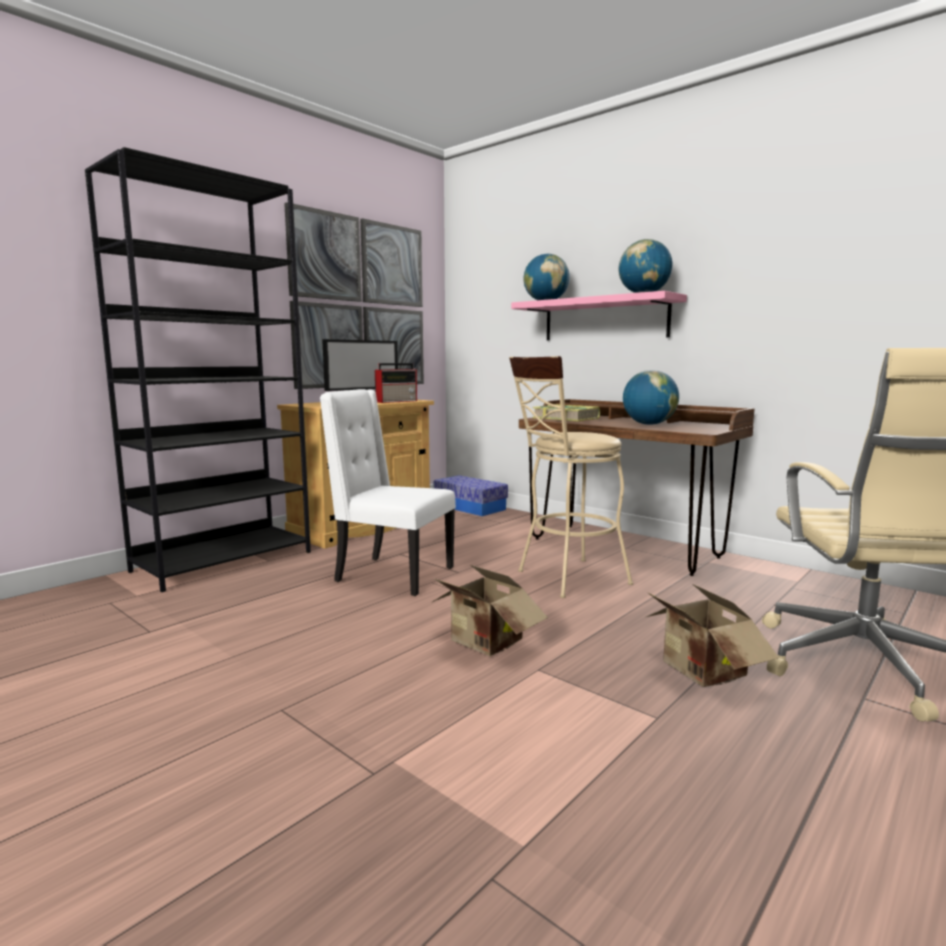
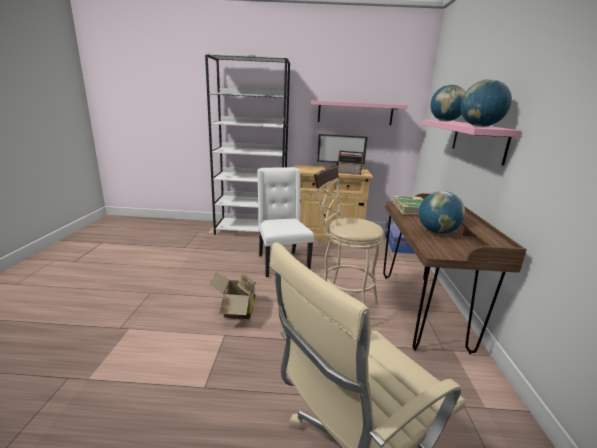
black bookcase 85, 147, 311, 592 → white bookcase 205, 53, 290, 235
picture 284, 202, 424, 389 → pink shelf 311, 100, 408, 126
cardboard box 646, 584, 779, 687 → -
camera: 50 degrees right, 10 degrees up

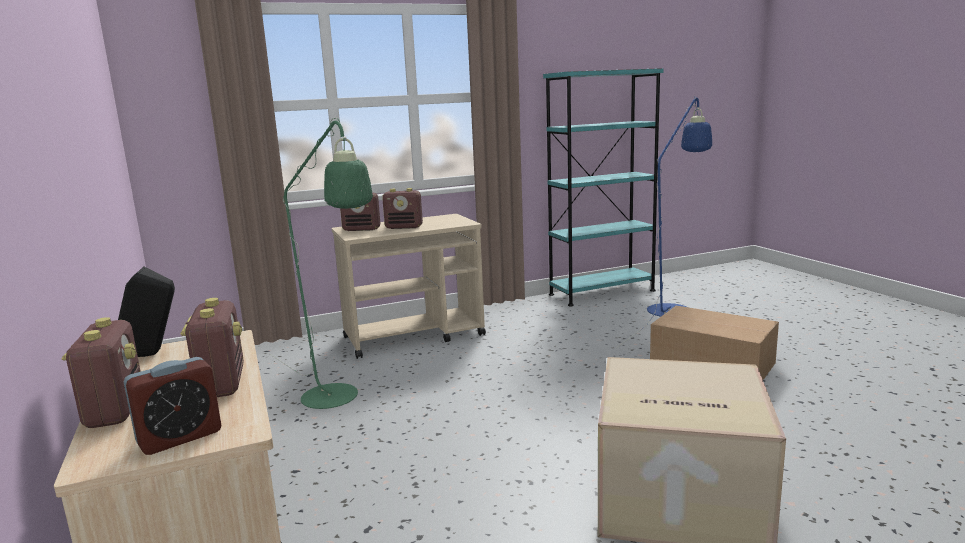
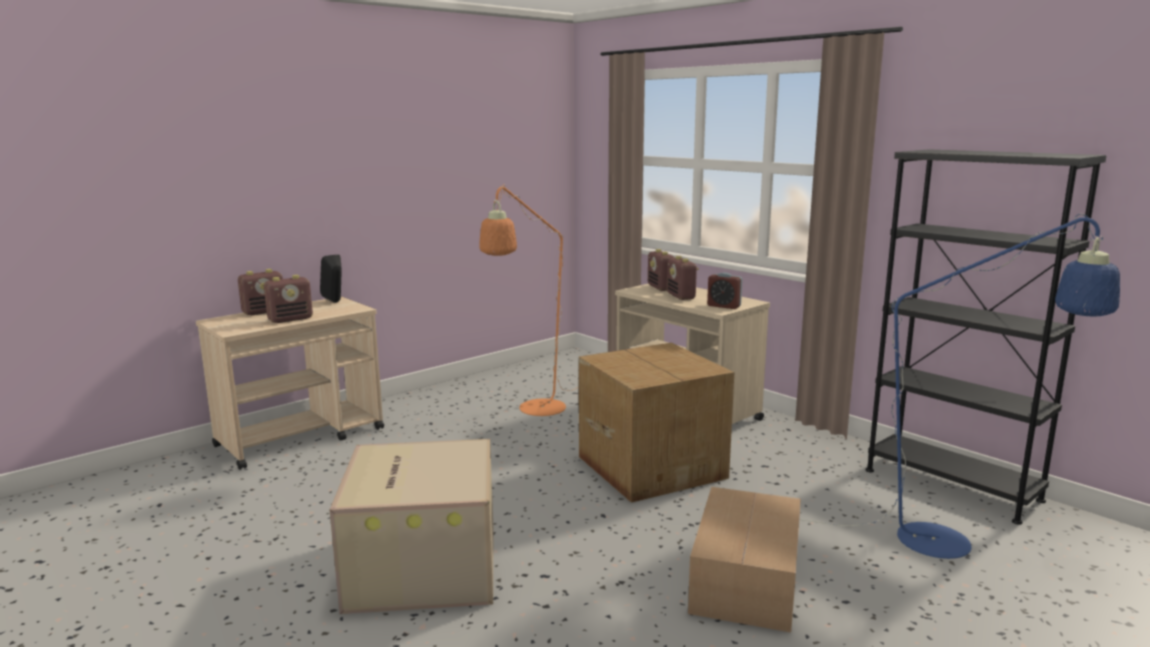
alarm clock 124, 357, 221, 455 → alarm clock 707, 273, 742, 309, relocated
green floor lamp 269, 118, 373, 409 → orange floor lamp 479, 184, 578, 416
turquoise bookcase 543, 68, 663, 306 → black bookcase 865, 149, 1107, 525
- → cardboard box 579, 343, 734, 503
camera: 70 degrees right, 0 degrees up

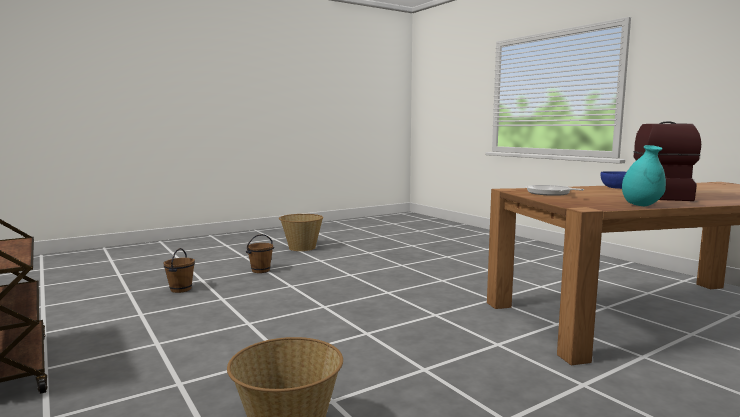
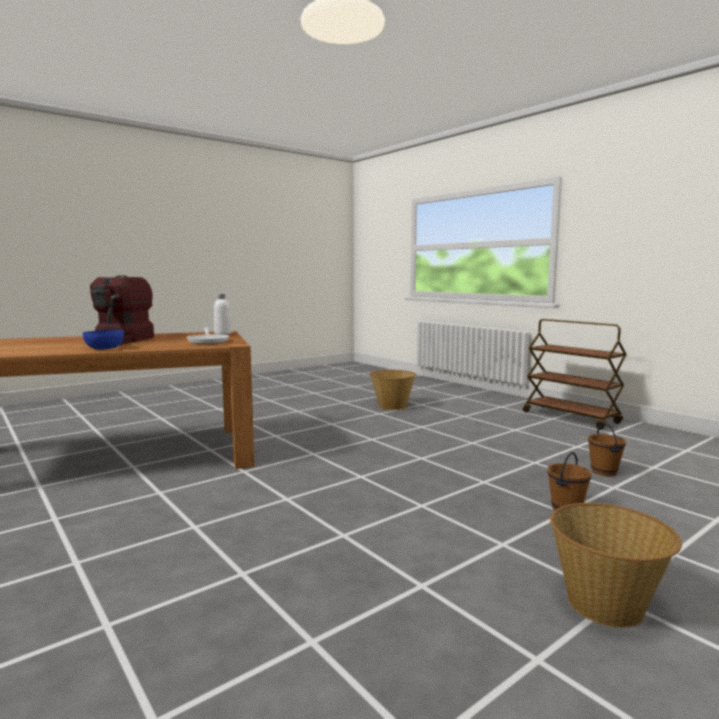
turquoise vase 622, 145, 666, 206 → -
- → white bottle 214, 294, 232, 335
camera: 175 degrees right, 0 degrees up

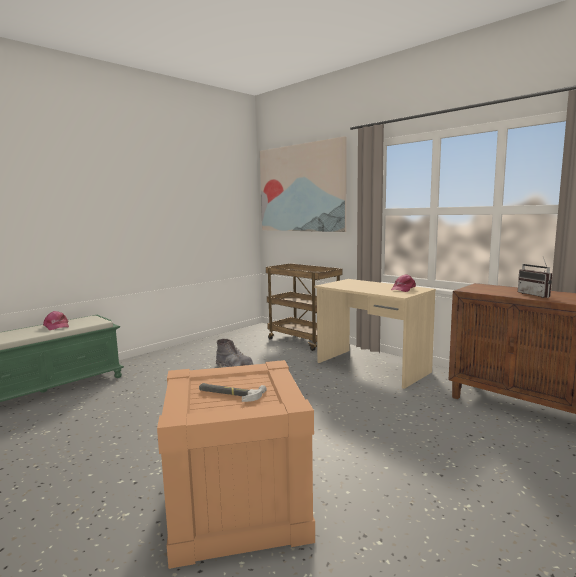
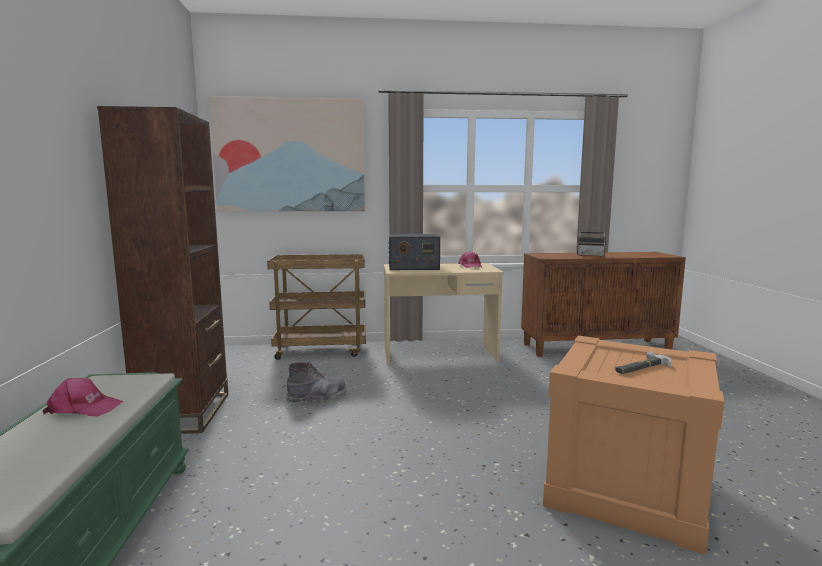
- → brown bookcase 97, 106, 228, 434
- → radio 388, 234, 440, 270
camera: 50 degrees left, 0 degrees up

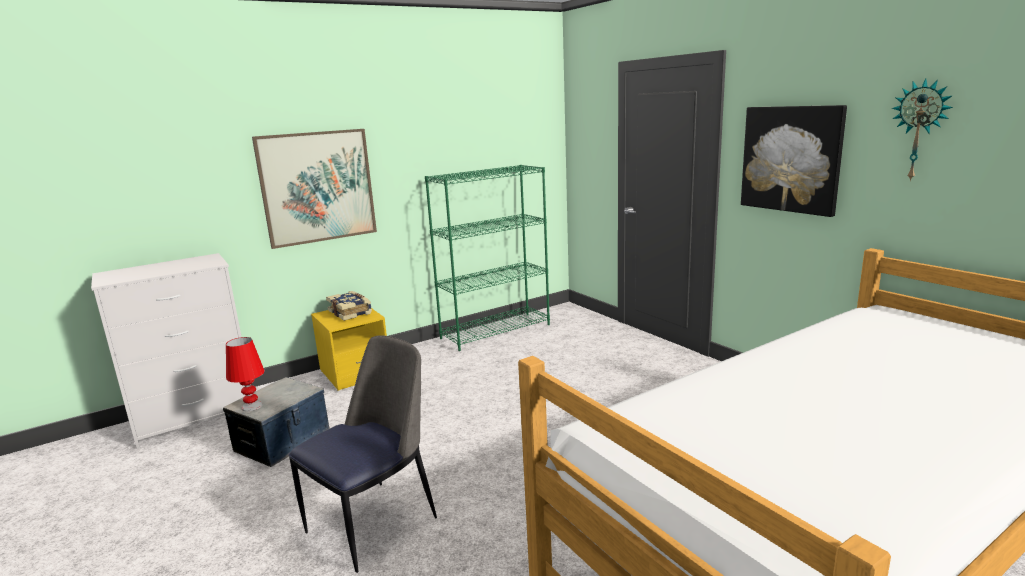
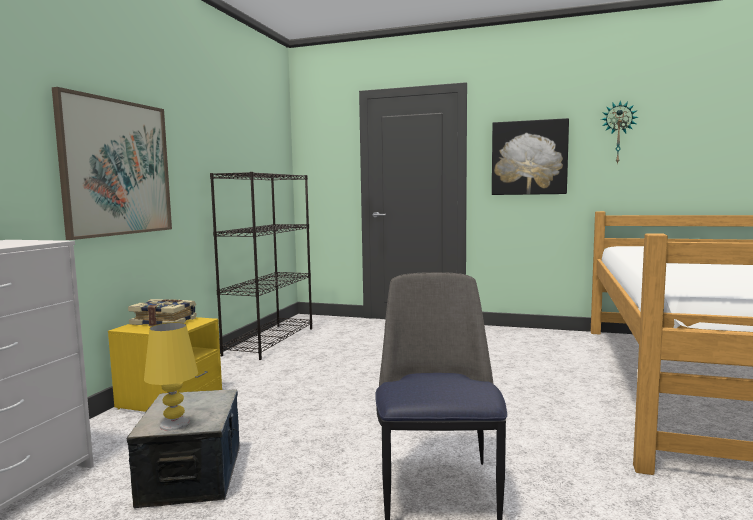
red table lamp 226, 337, 265, 411 → yellow table lamp 144, 322, 198, 431
green bookcase 425, 165, 550, 351 → black bookcase 210, 172, 312, 360
camera: 40 degrees left, 10 degrees down

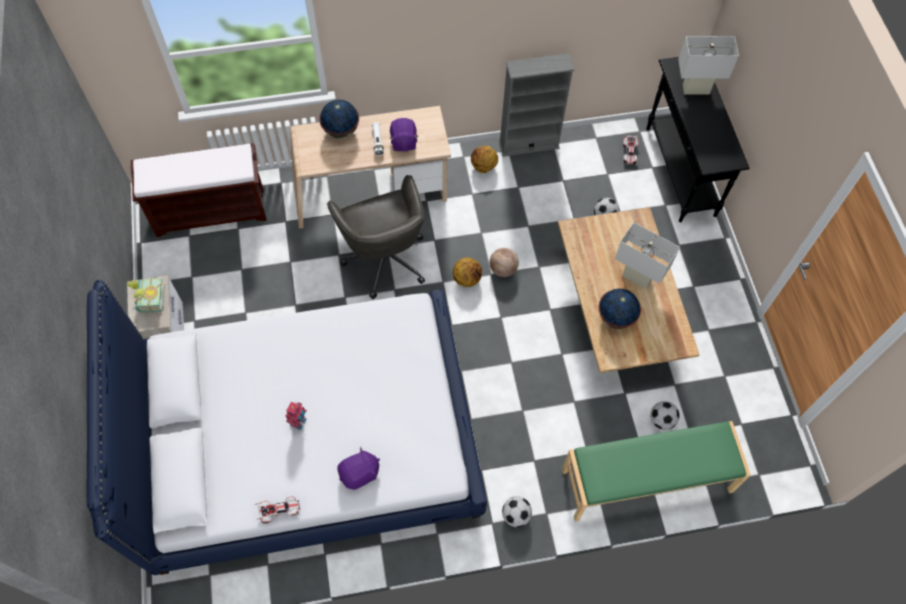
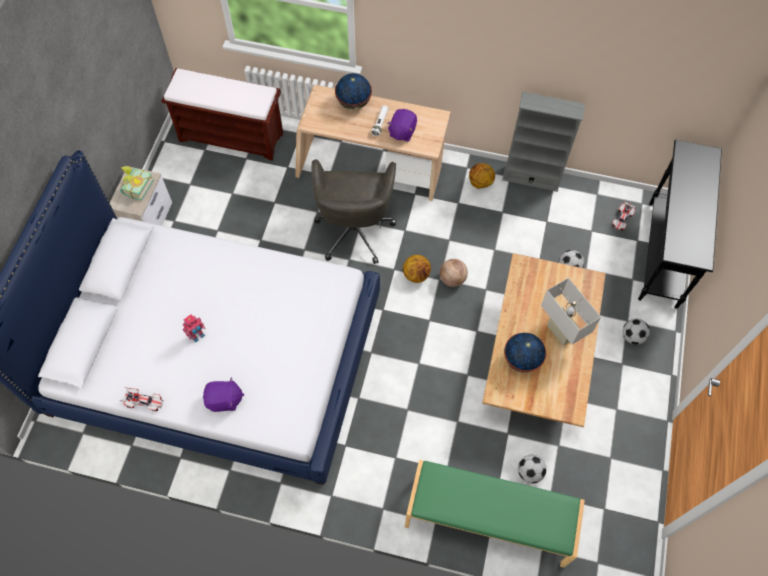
football 502, 496, 532, 527 → football 622, 319, 650, 345, relocated
white table lamp 678, 36, 739, 95 → -
camera: 25 degrees right, 0 degrees up

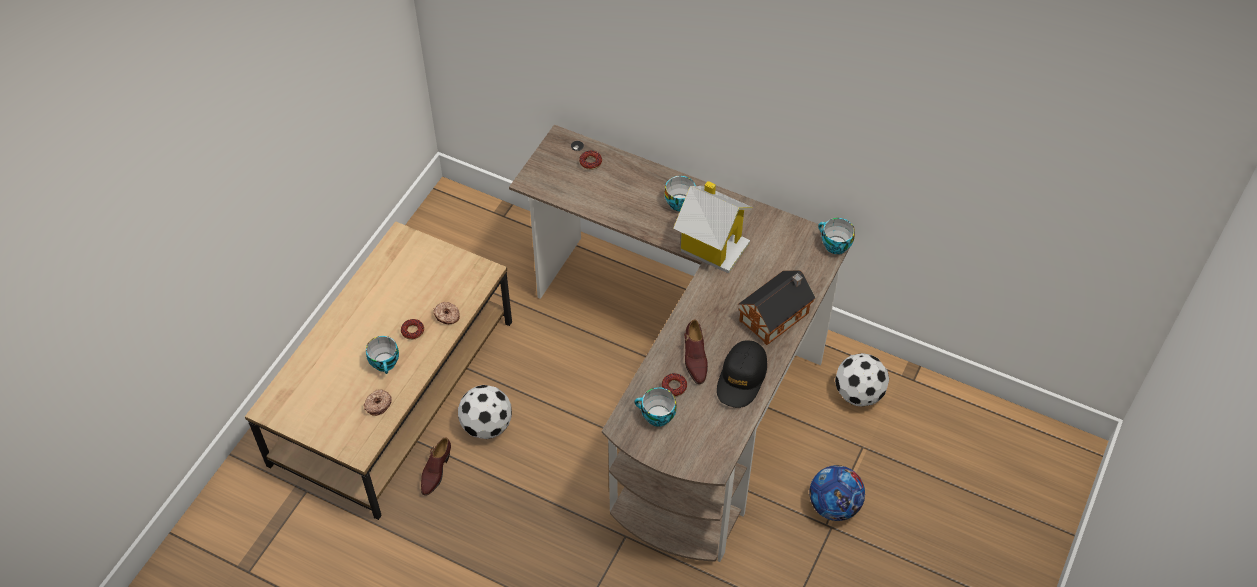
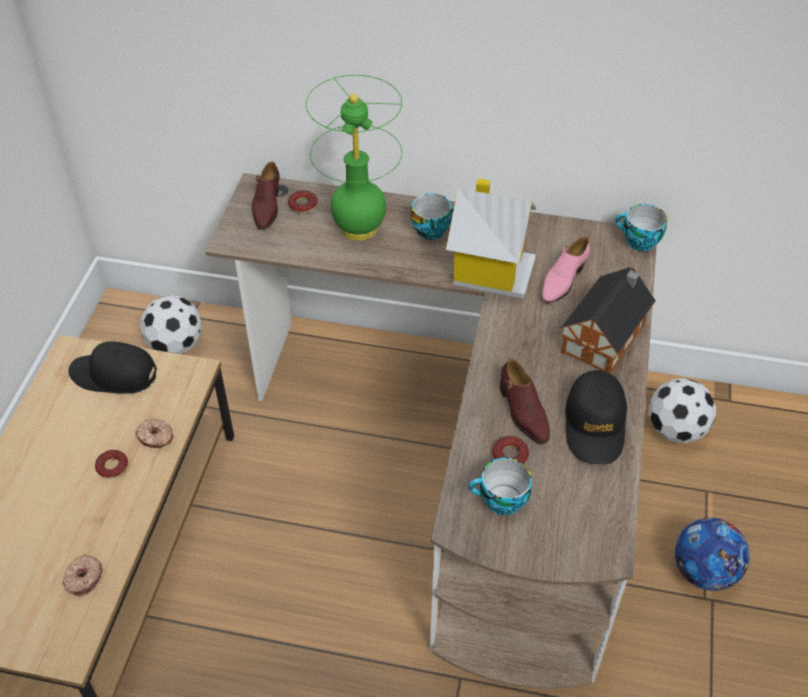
cup 366, 336, 399, 374 → -
brown shoe 421, 437, 451, 495 → brown shoe 252, 161, 280, 229, relocated
football 458, 385, 512, 439 → football 140, 295, 202, 354, relocated
- → black cap 68, 341, 157, 394
- → green table lamp 306, 75, 402, 241
- → pink shoe 541, 237, 590, 303
camera: 15 degrees left, 5 degrees down

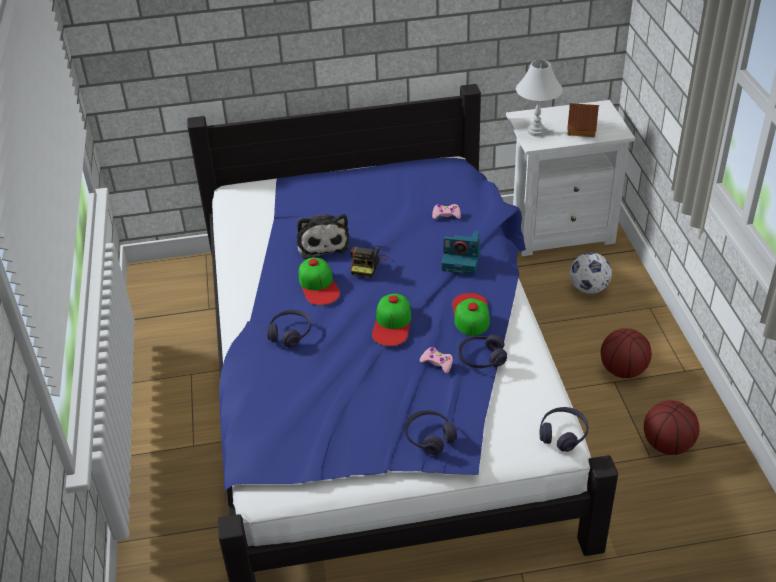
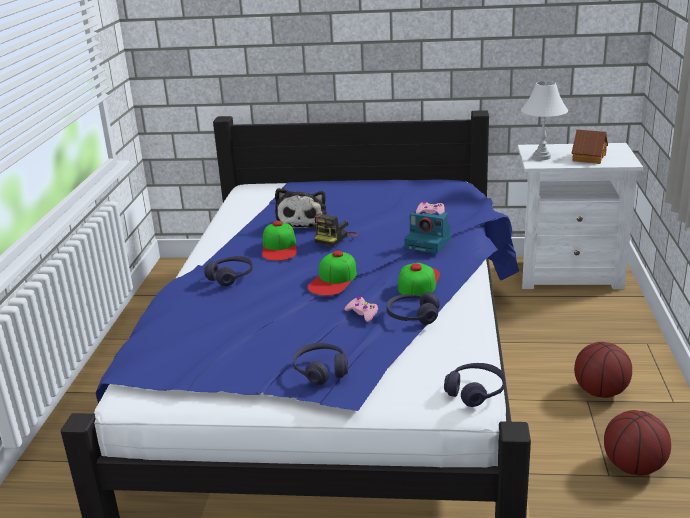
football 570, 252, 612, 294 → -
camera: 15 degrees right, 15 degrees down

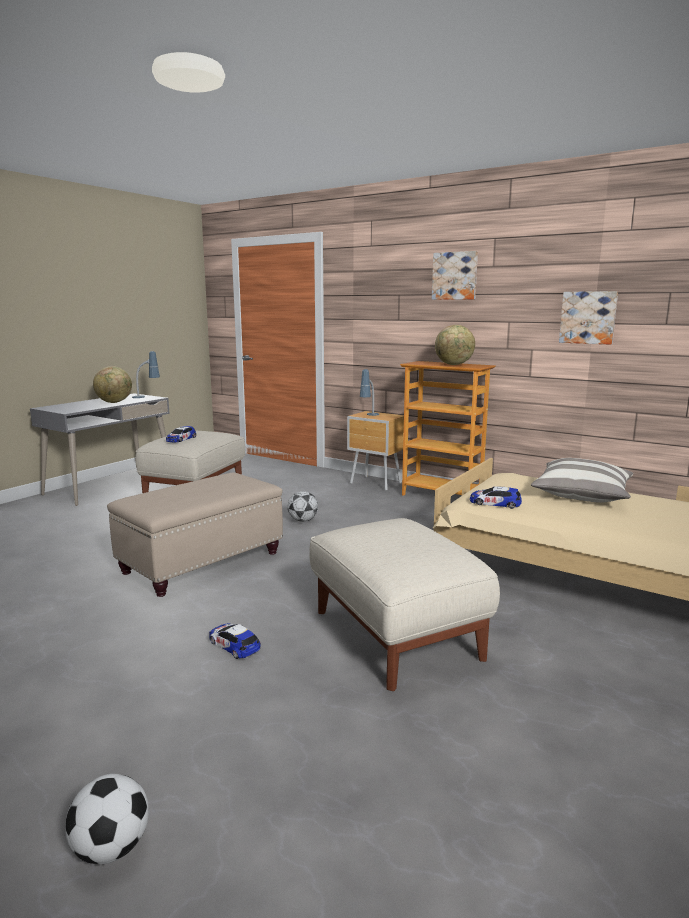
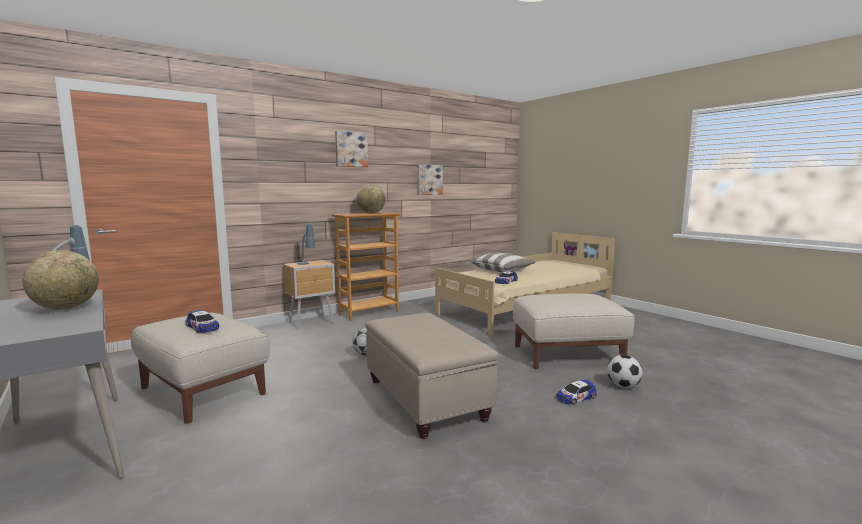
football 65, 774, 149, 864 → football 607, 355, 643, 388, relocated
camera: 70 degrees left, 5 degrees down

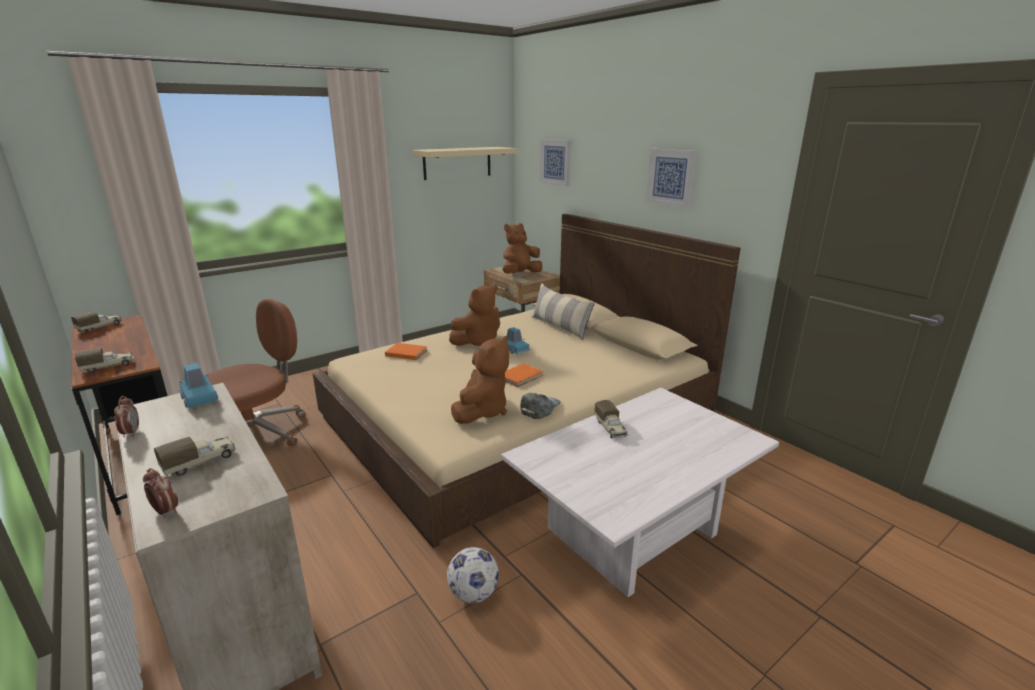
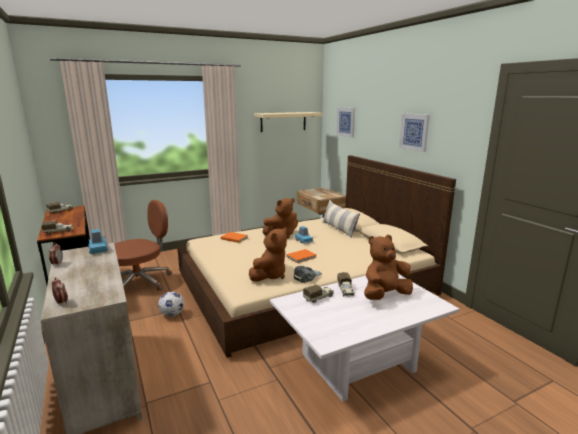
toy truck 154, 437, 236, 476 → toy truck 303, 285, 334, 303, relocated
football 447, 547, 499, 603 → football 158, 292, 184, 317, relocated
brown plush toy 503, 223, 542, 274 → brown plush toy 364, 235, 413, 300, relocated
camera: 10 degrees right, 5 degrees down

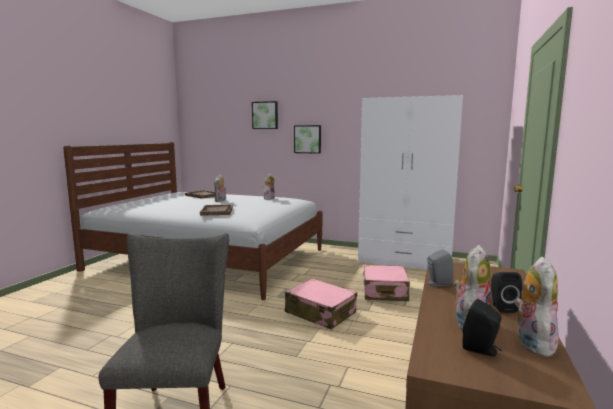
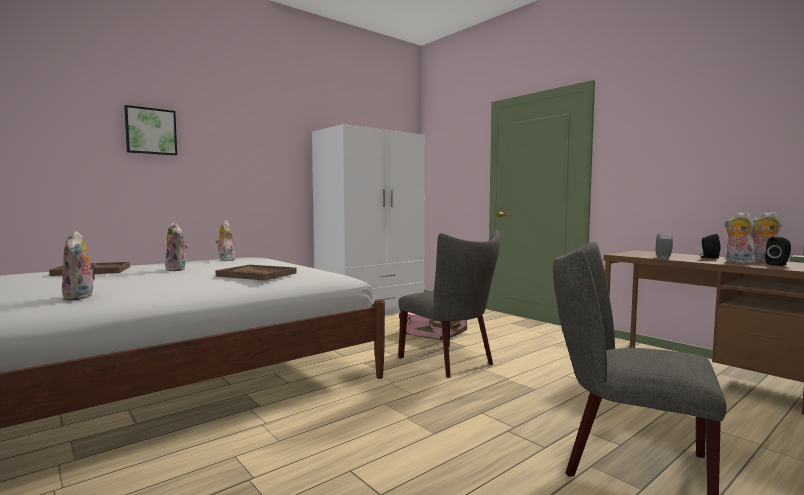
pink suitcase 285, 278, 357, 329 → grey chair 398, 230, 500, 378
picture 294, 125, 321, 154 → -
- → plush toy 62, 231, 97, 301
camera: 60 degrees left, 5 degrees down

